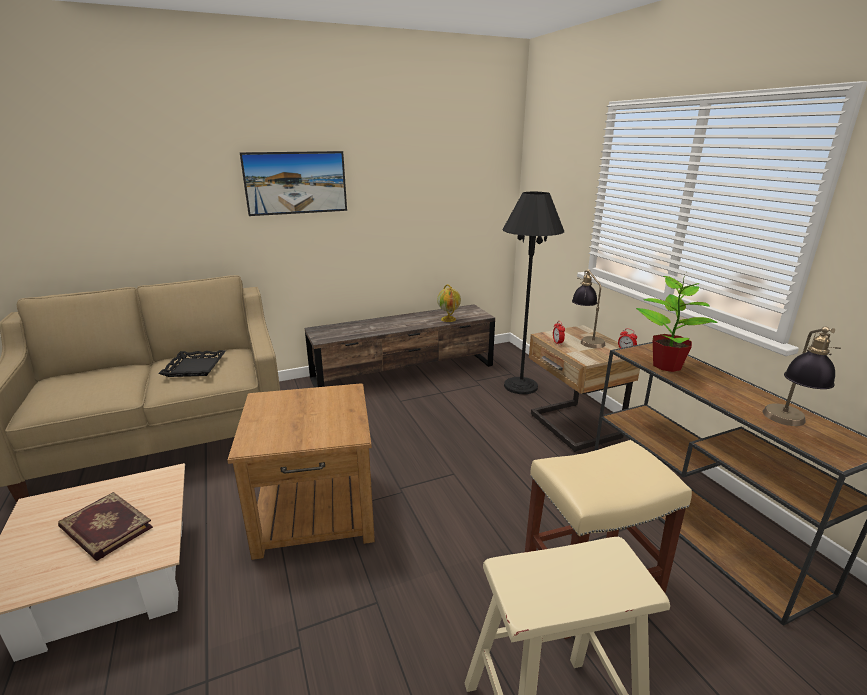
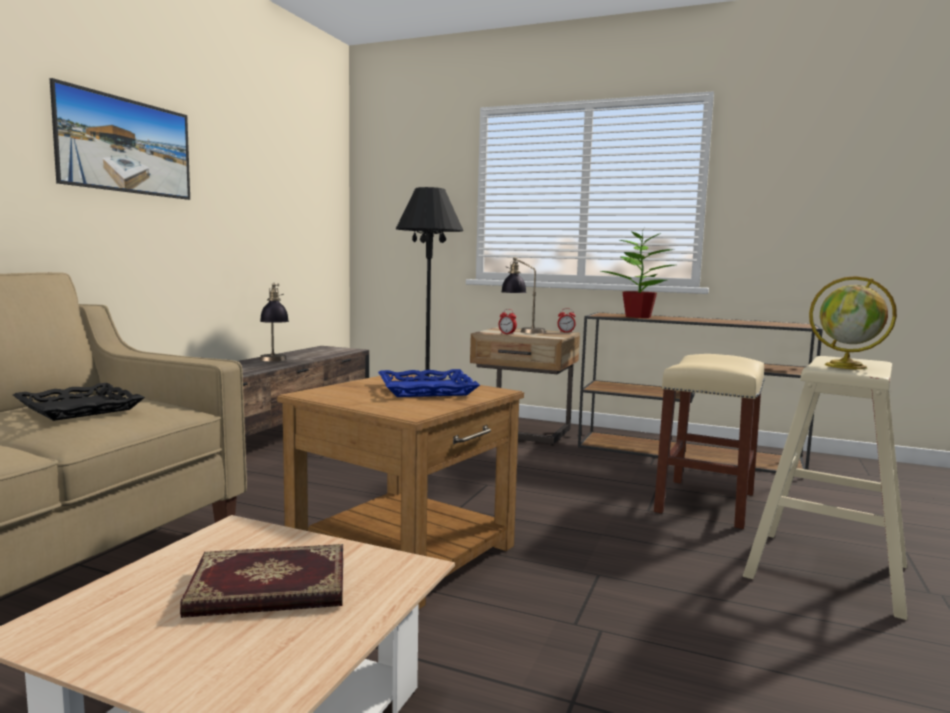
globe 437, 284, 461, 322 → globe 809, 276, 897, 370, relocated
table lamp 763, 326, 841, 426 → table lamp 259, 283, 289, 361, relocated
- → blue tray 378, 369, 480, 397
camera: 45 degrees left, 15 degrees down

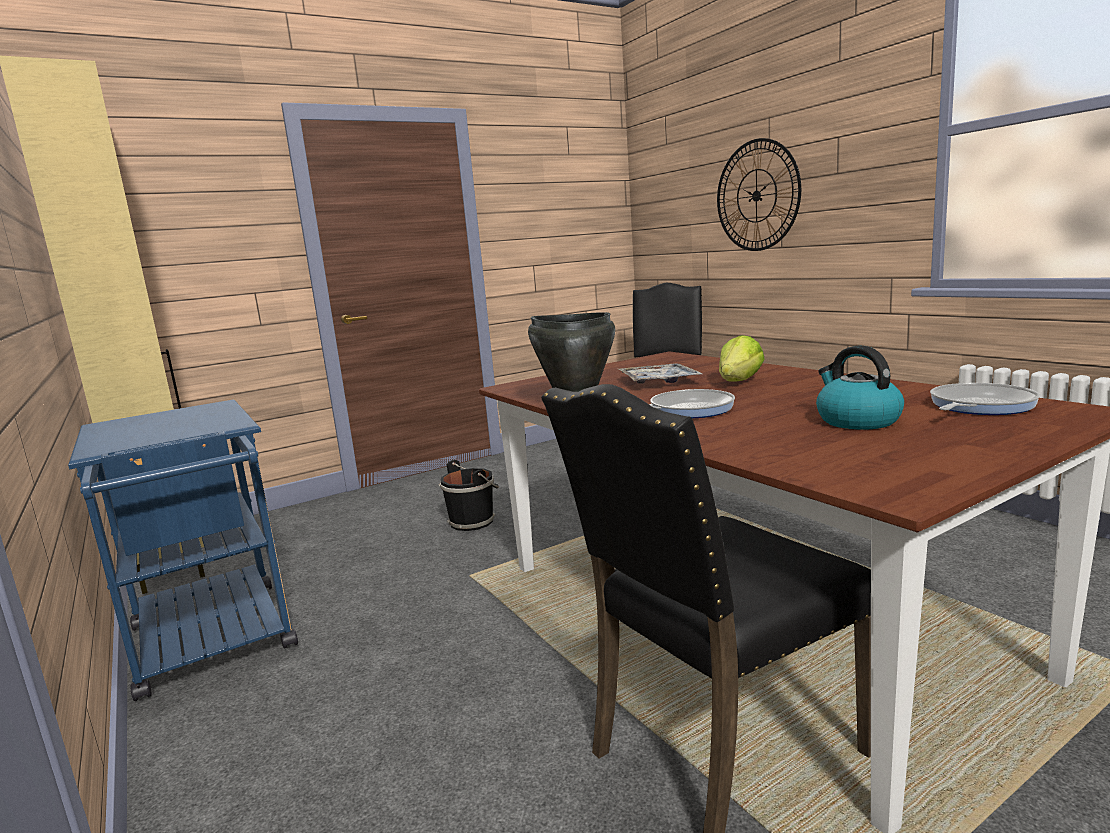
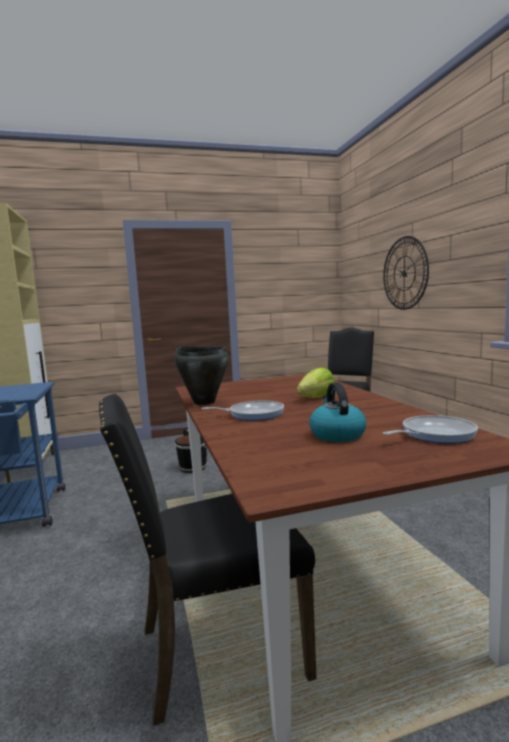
tray 619, 363, 702, 384 → -
camera: 15 degrees right, 5 degrees down

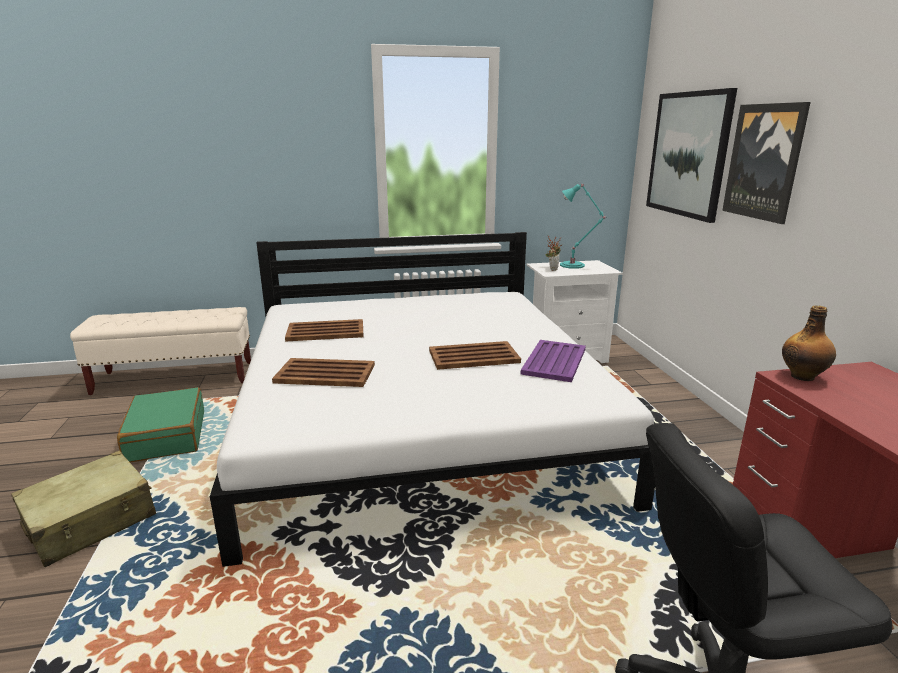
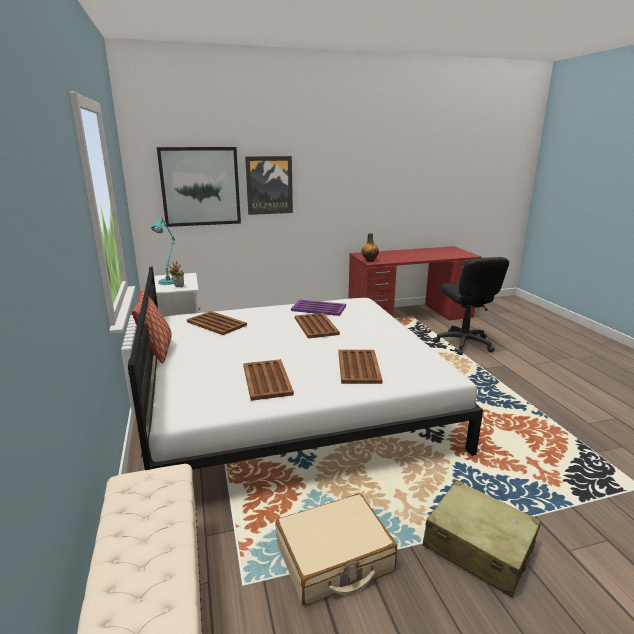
green suitcase 117, 387, 204, 462 → beige suitcase 275, 494, 397, 605
- → pillow 131, 290, 172, 363
- → brown tray 187, 311, 247, 335
camera: 95 degrees left, 0 degrees up

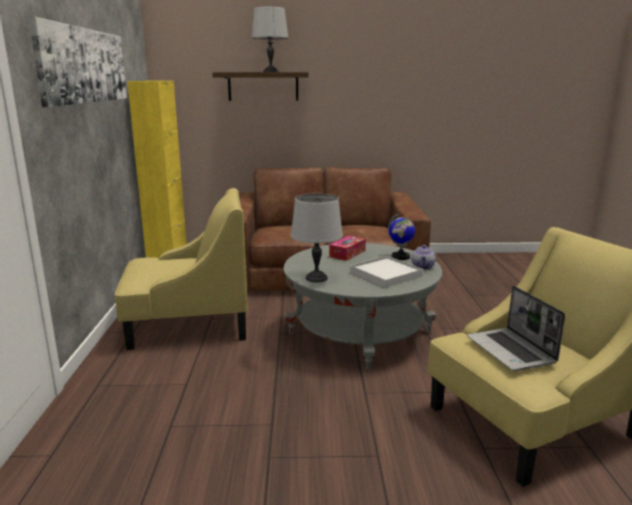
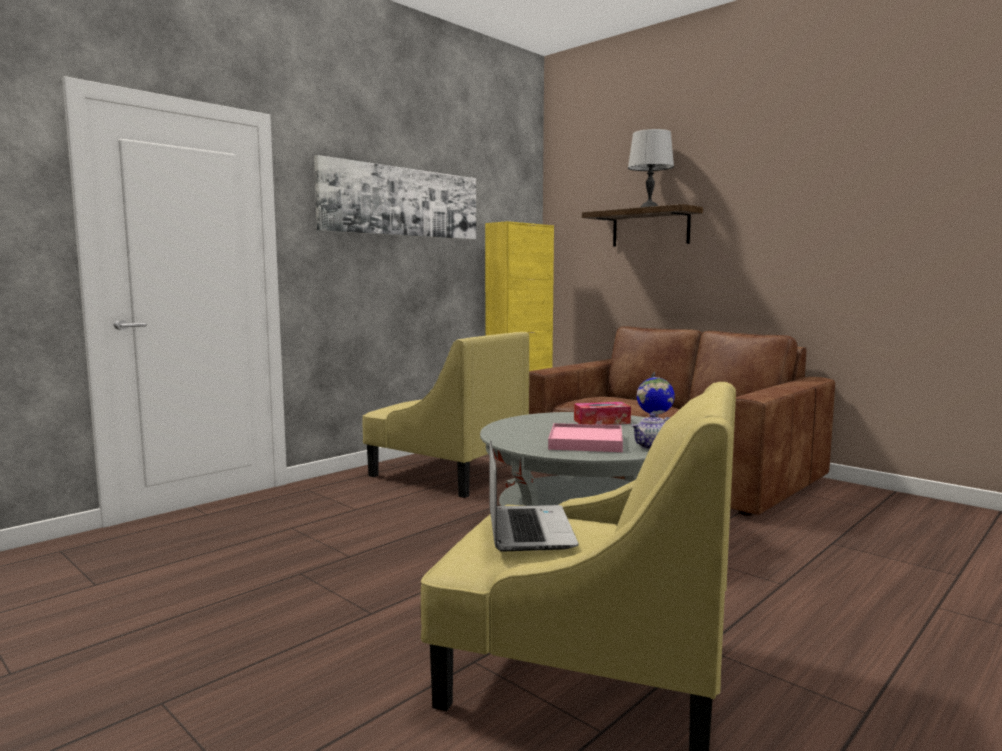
grey table lamp 291, 194, 343, 283 → -
white tray 350, 256, 423, 288 → pink tray 548, 423, 623, 452
laptop 467, 286, 565, 371 → laptop 489, 440, 579, 552, 150 degrees clockwise
camera: 45 degrees right, 10 degrees down

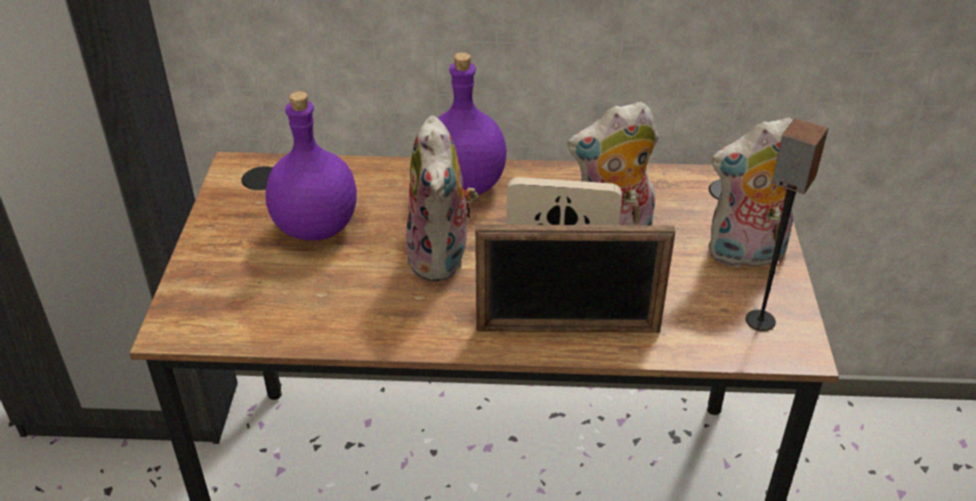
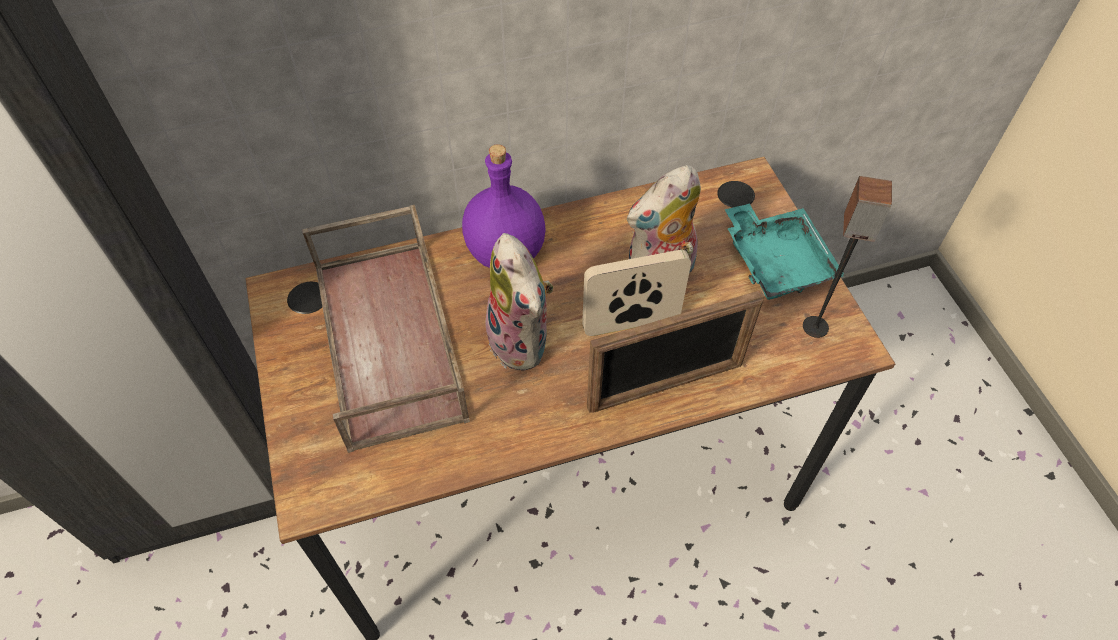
purple bottle 266, 91, 357, 240 → brown tray 302, 205, 470, 453
plush toy 708, 117, 794, 268 → turquoise tray 725, 203, 845, 300
camera: 20 degrees left, 15 degrees up

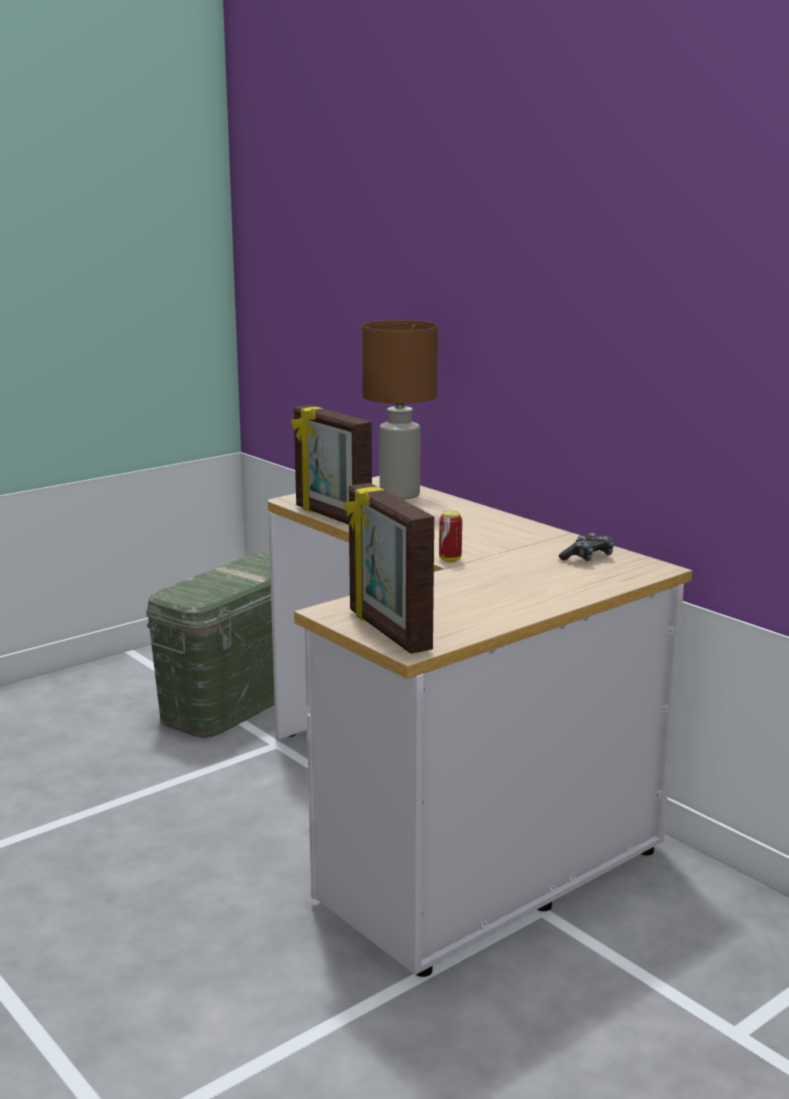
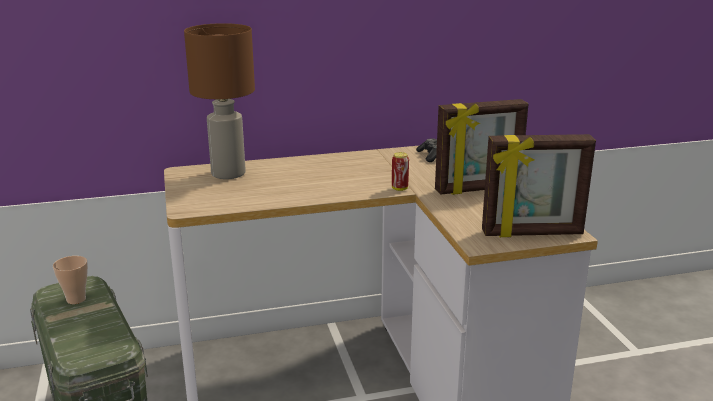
picture frame 291, 405, 372, 525 → picture frame 435, 99, 528, 195, relocated
- → cup 53, 256, 88, 304
camera: 65 degrees left, 5 degrees up

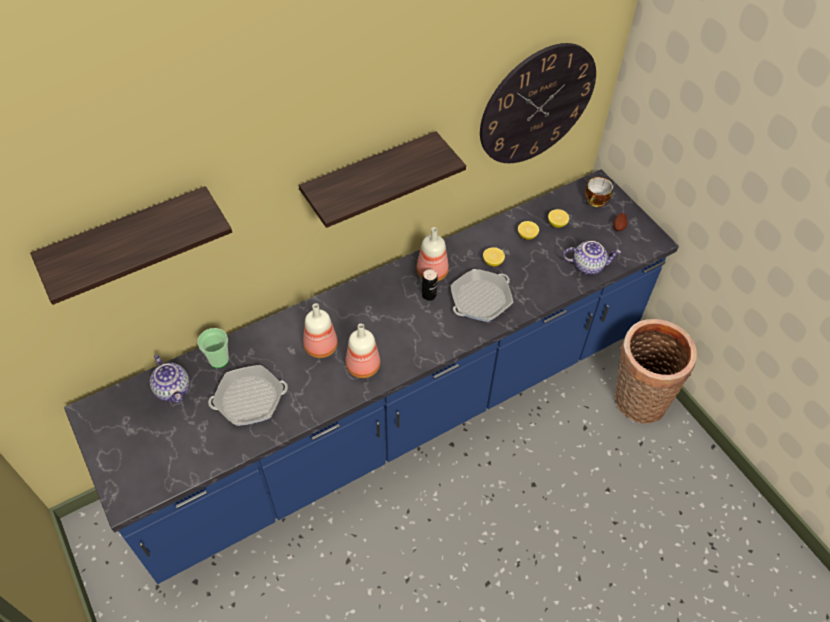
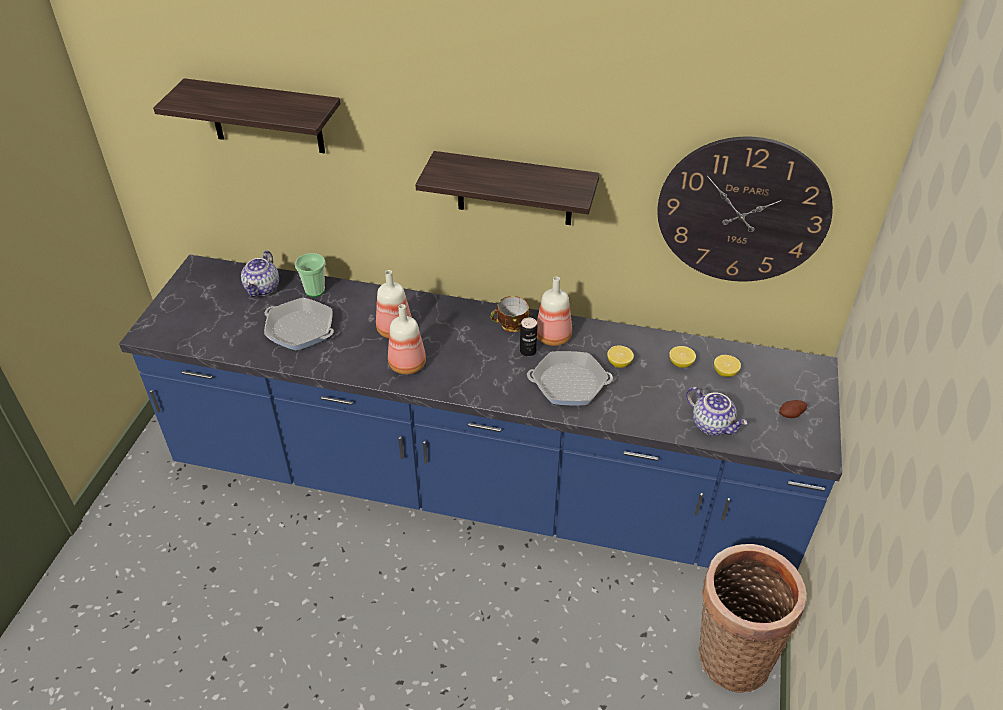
cup 585, 177, 613, 207 → cup 490, 296, 529, 332, relocated
camera: 45 degrees right, 10 degrees down

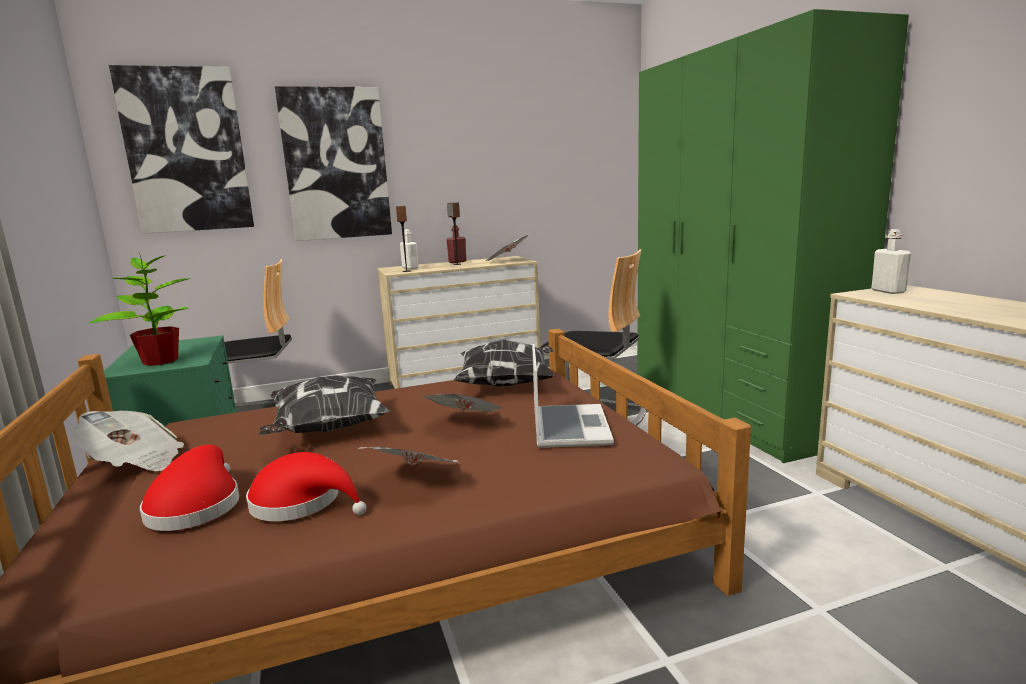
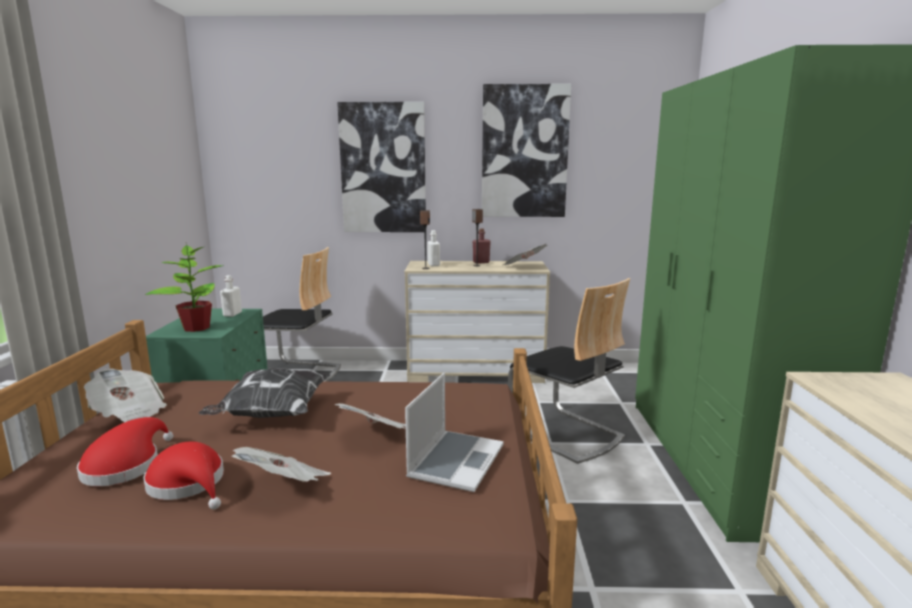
picture 109, 65, 254, 234 → picture 482, 84, 571, 217, relocated
pillow 454, 340, 554, 386 → -
white bottle 871, 229, 911, 294 → white bottle 220, 275, 242, 317, relocated
camera: 20 degrees right, 0 degrees up

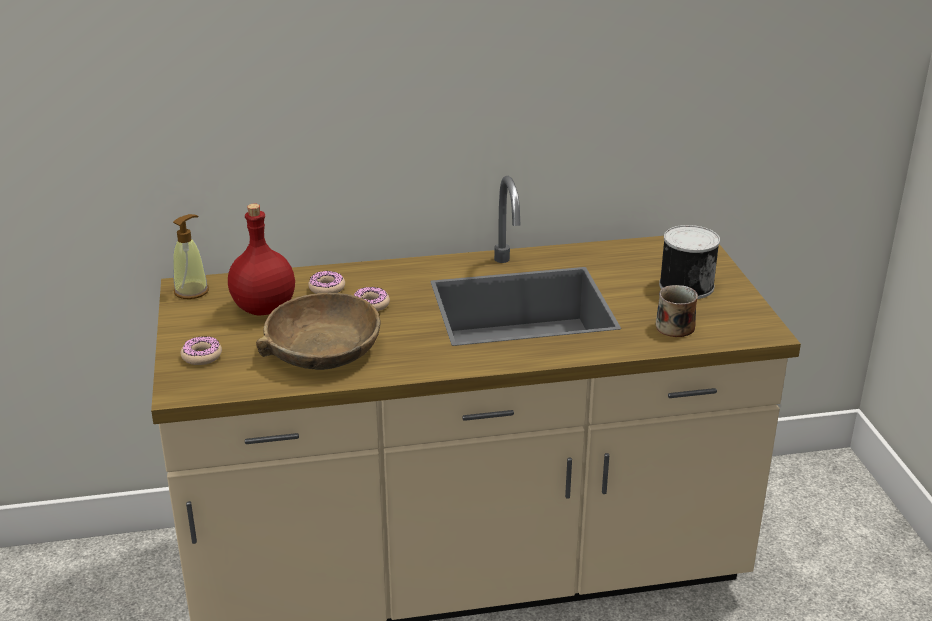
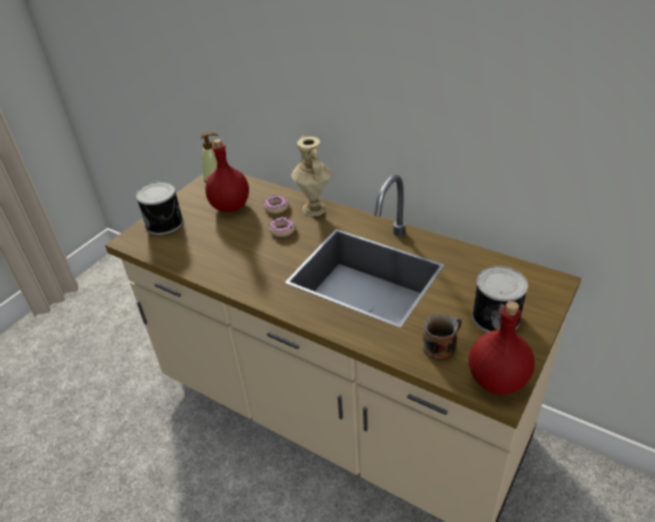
donut 181, 336, 222, 365 → can 136, 181, 183, 235
brown bowl 256, 293, 381, 370 → -
- → beige vase 291, 136, 332, 217
- → red bottle 469, 301, 535, 395
camera: 45 degrees right, 10 degrees up

